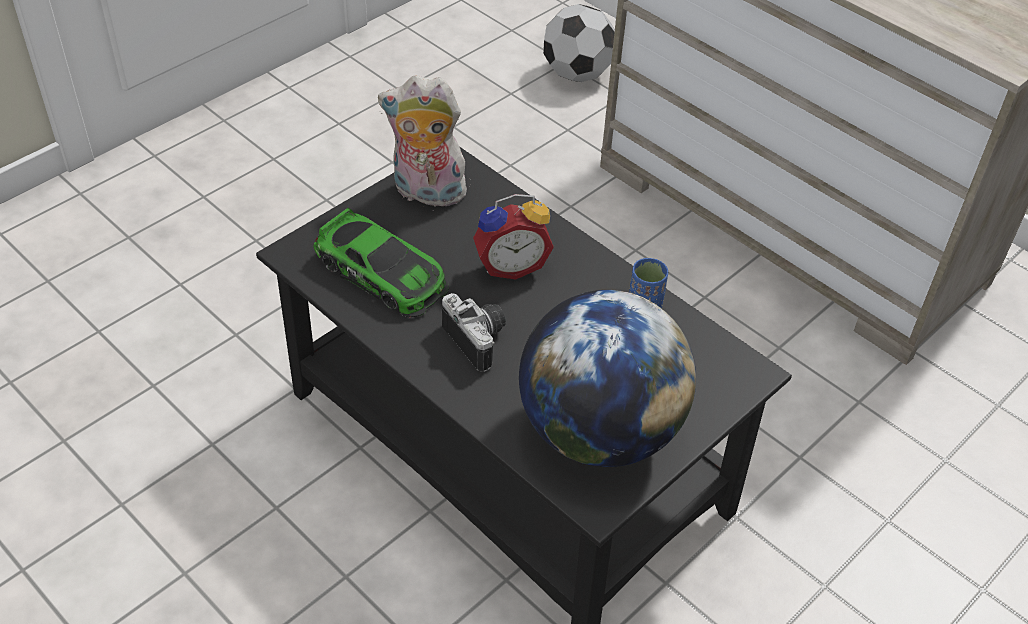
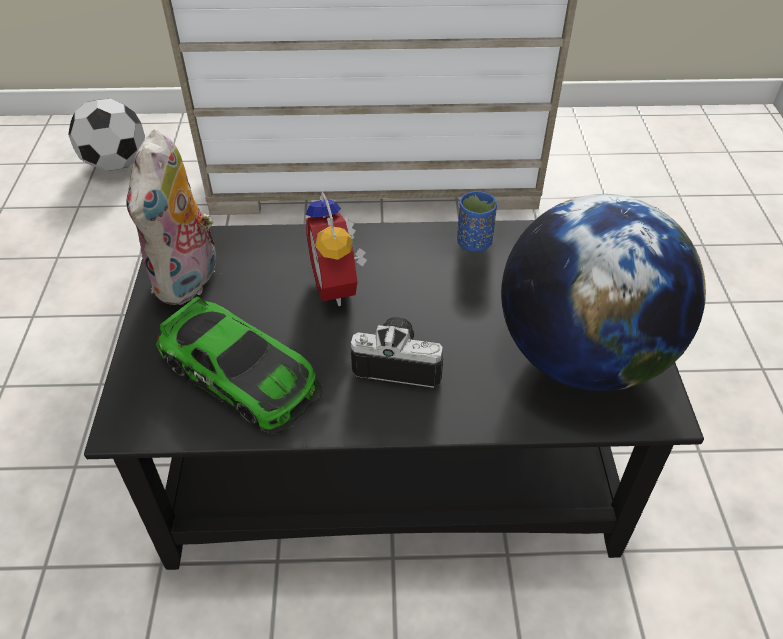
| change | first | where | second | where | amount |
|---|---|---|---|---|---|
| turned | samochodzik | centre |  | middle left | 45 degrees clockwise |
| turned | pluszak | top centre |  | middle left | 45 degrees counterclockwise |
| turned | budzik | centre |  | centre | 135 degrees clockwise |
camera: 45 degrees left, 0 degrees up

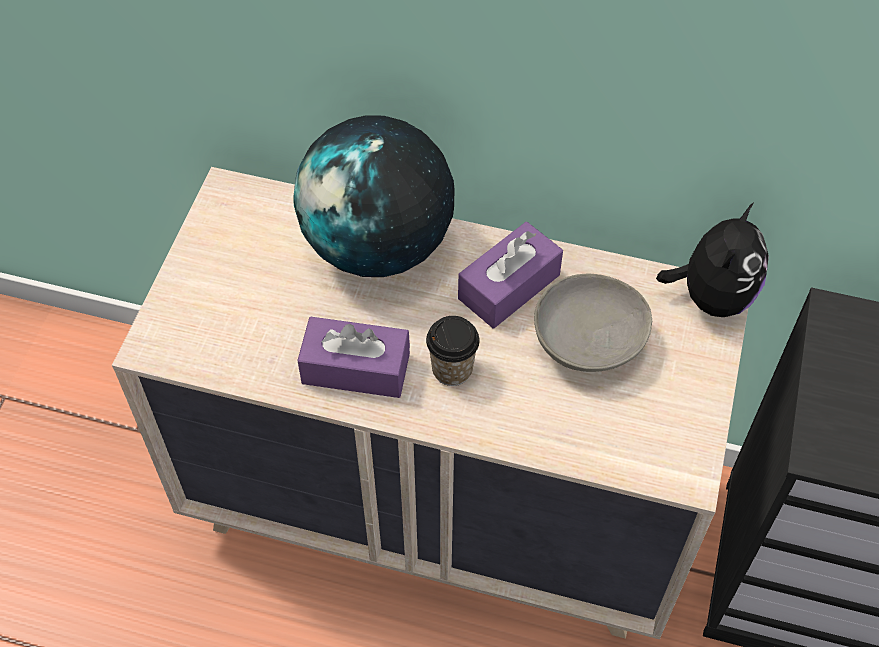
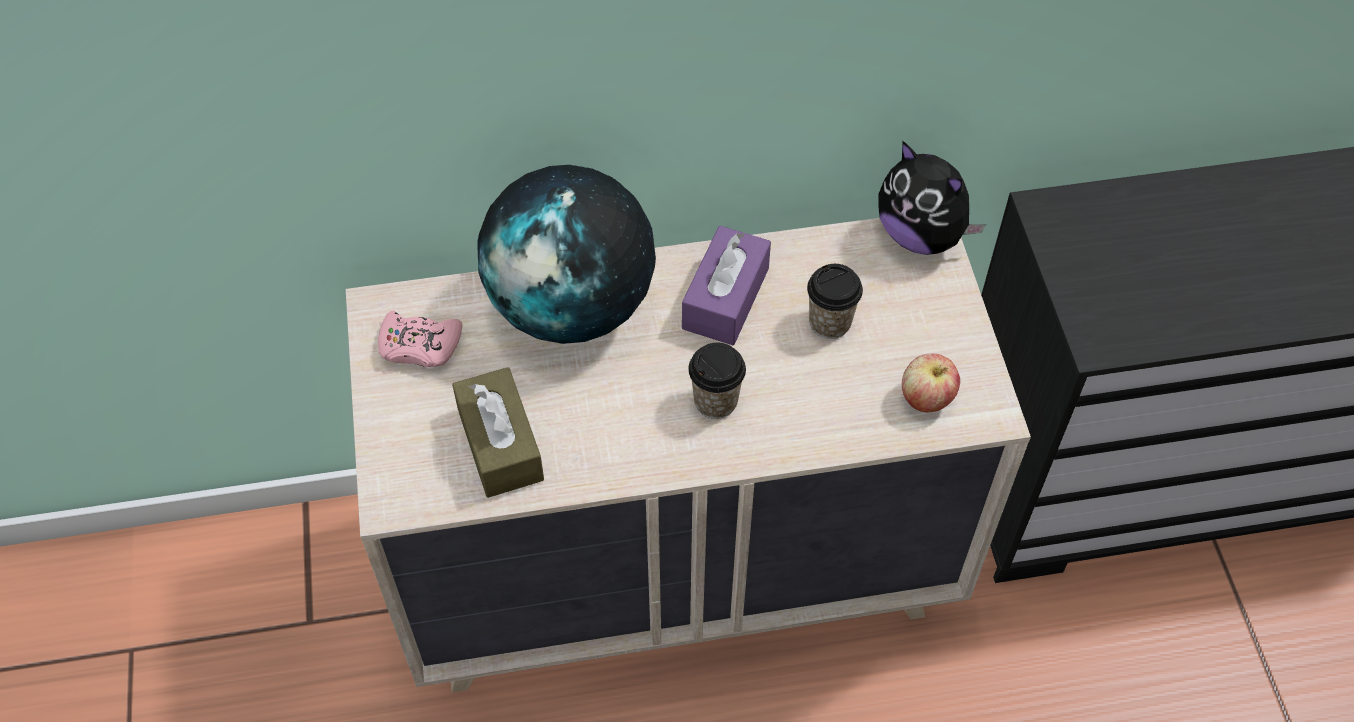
| change | first | where | second | where | amount |
|---|---|---|---|---|---|
| removed | pudełko chusteczek [fioletowy] (1st from left) | centre |  |  |  |
| replaced | miska [szary] | middle right | filiżanka (2nd from left) | centre |  |
| turned | pluszak | middle right |  | top right | 135 degrees clockwise |
| added |  |  | pad do gier [różowy] | middle left |  |
| added |  |  | pudełko chusteczek [brązowy] | centre |  |
| added |  |  | jabłko | middle right |  |
camera: 25 degrees left, 0 degrees up

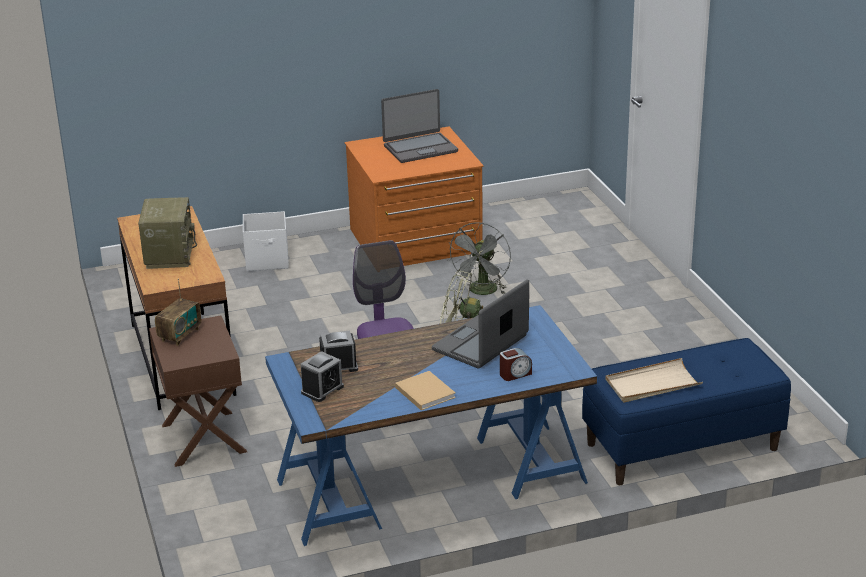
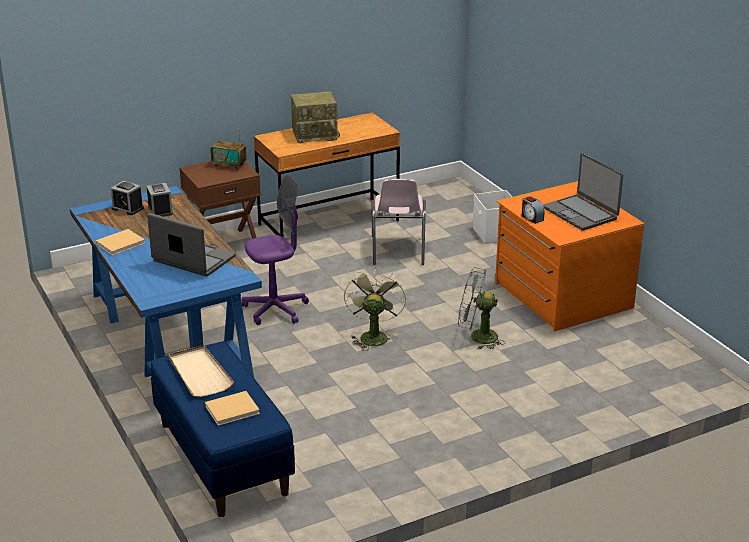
| change | first | where | second | where | amount |
|---|---|---|---|---|---|
| moved | budzik (3rd from left) | centre |  | middle right |  |
| added |  |  | książka [beżowy] (2nd from left) | bottom left |  |
| added |  |  | krzesło [różowy] | centre |  |
camera: 80 degrees right, 0 degrees up

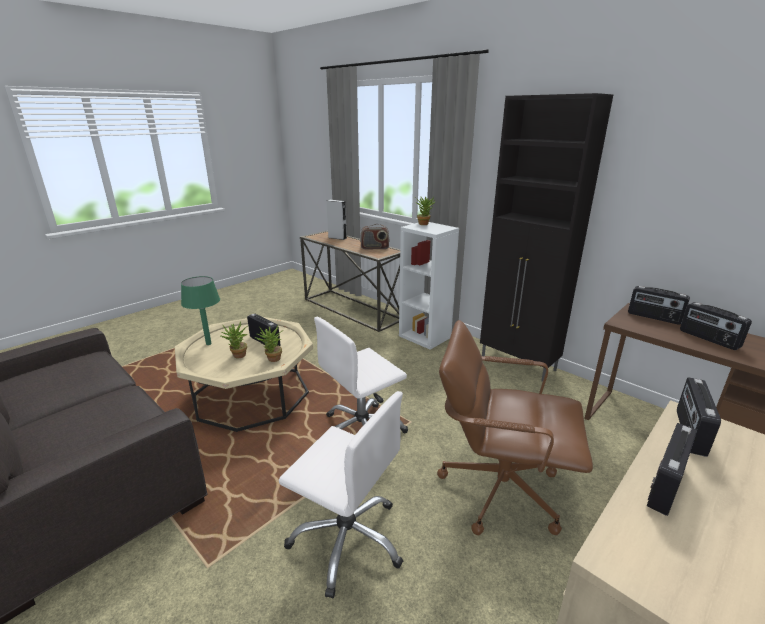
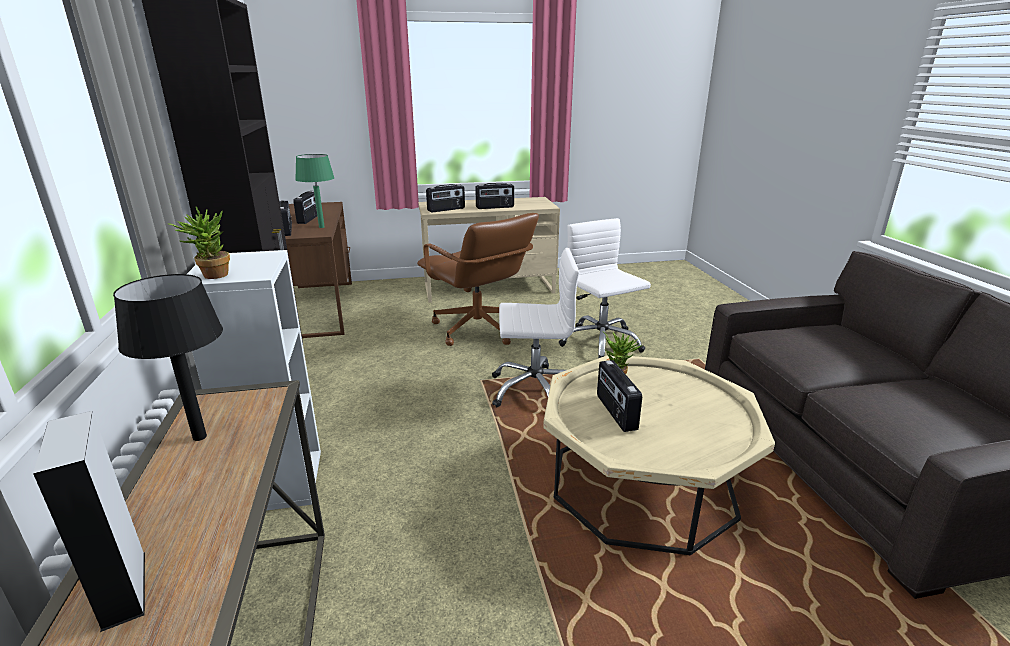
| change | first | where | second | where | amount |
|---|---|---|---|---|---|
| moved | lampa stołowa [zielony] | middle left |  | top left |  |
| removed | roślina doniczkowa (1st from left) | middle left |  |  |  |
| replaced | radio (2nd from left) | centre | lampa stołowa [czarny] | middle left |  |
camera: 145 degrees left, 0 degrees up

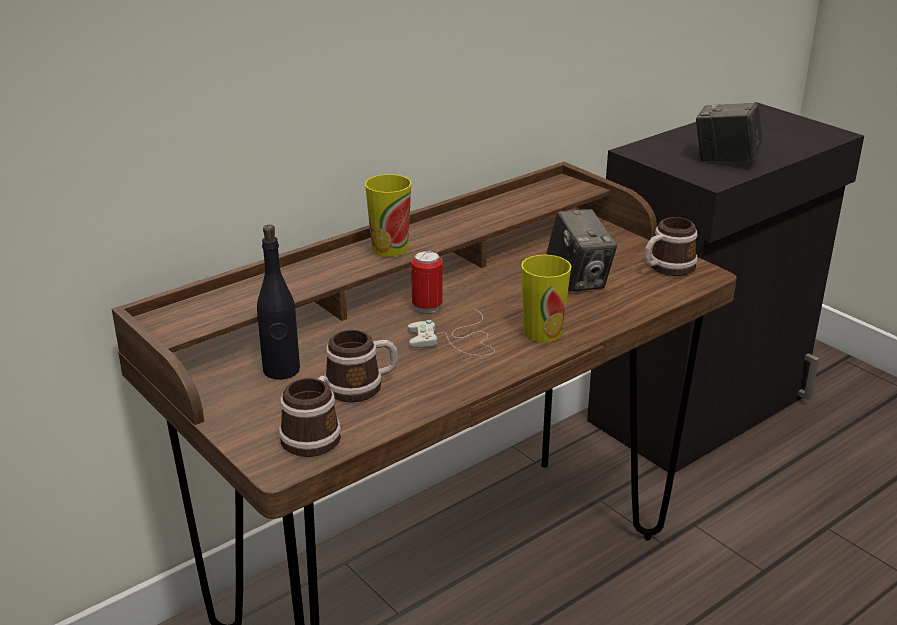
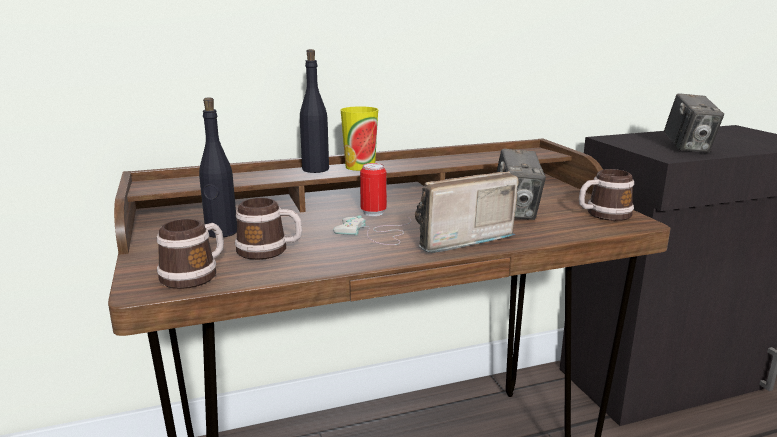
| change | first | where | second | where | amount |
|---|---|---|---|---|---|
| replaced | filiżanka (2nd from left) | centre | radio | centre |  |
| turned | aparat fotograficzny (2nd from left) | top right |  | top right | 135 degrees counterclockwise |
| added |  |  | butelka [czarny] (2nd from left) | top centre |  |
camera: 20 degrees right, 10 degrees down

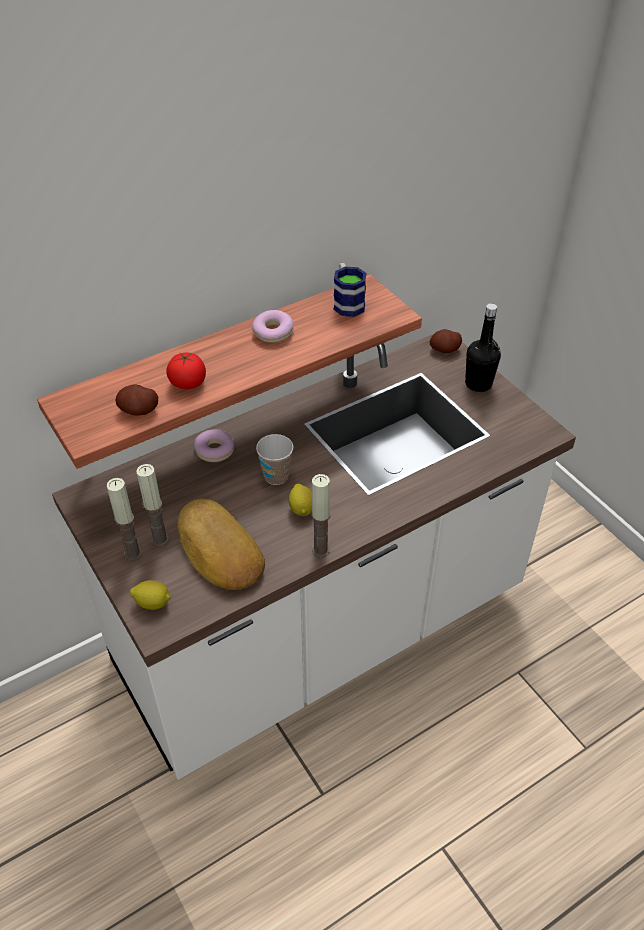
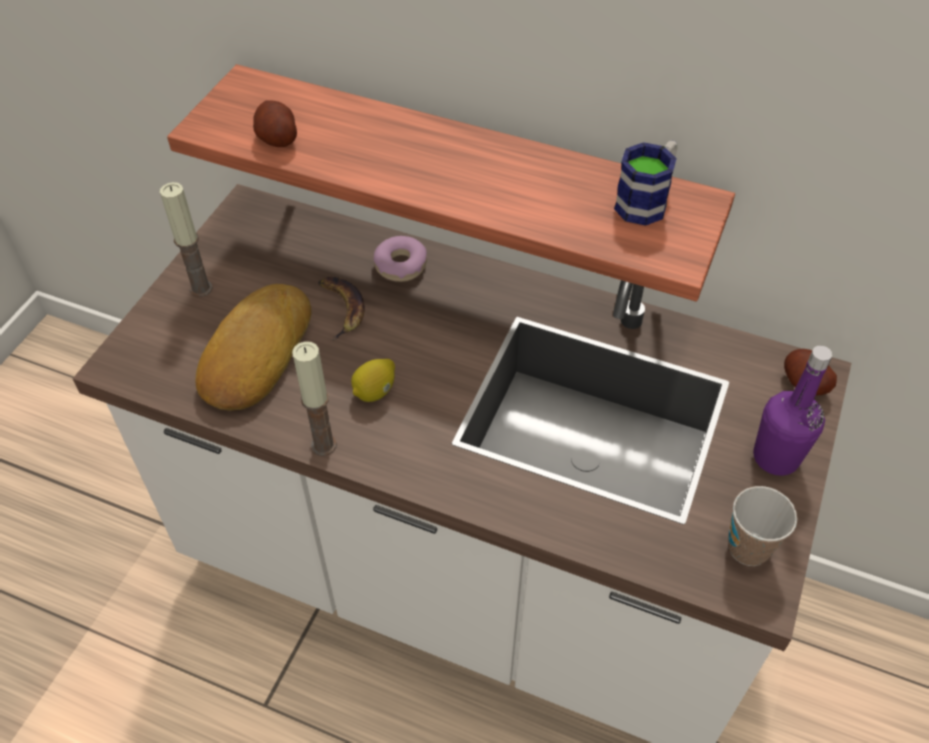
| change | first | where | second | where | amount |
|---|---|---|---|---|---|
| removed | cytryna (1st from left) | middle left |  |  |  |
| removed | świeca (2nd from left) | middle left |  |  |  |
| removed | pomidor | middle left |  |  |  |
| removed | donut (2nd from left) | centre |  |  |  |
| moved | filiżanka | centre |  | bottom right |  |
| recoloured | butelka [czarny] | middle right | butelka [fioletowy] | middle right |  |
| added |  |  | banan | centre |  |
camera: 55 degrees right, 5 degrees up

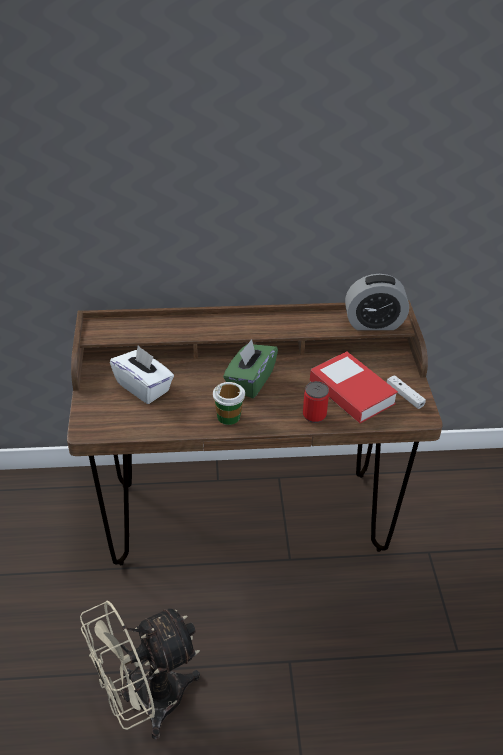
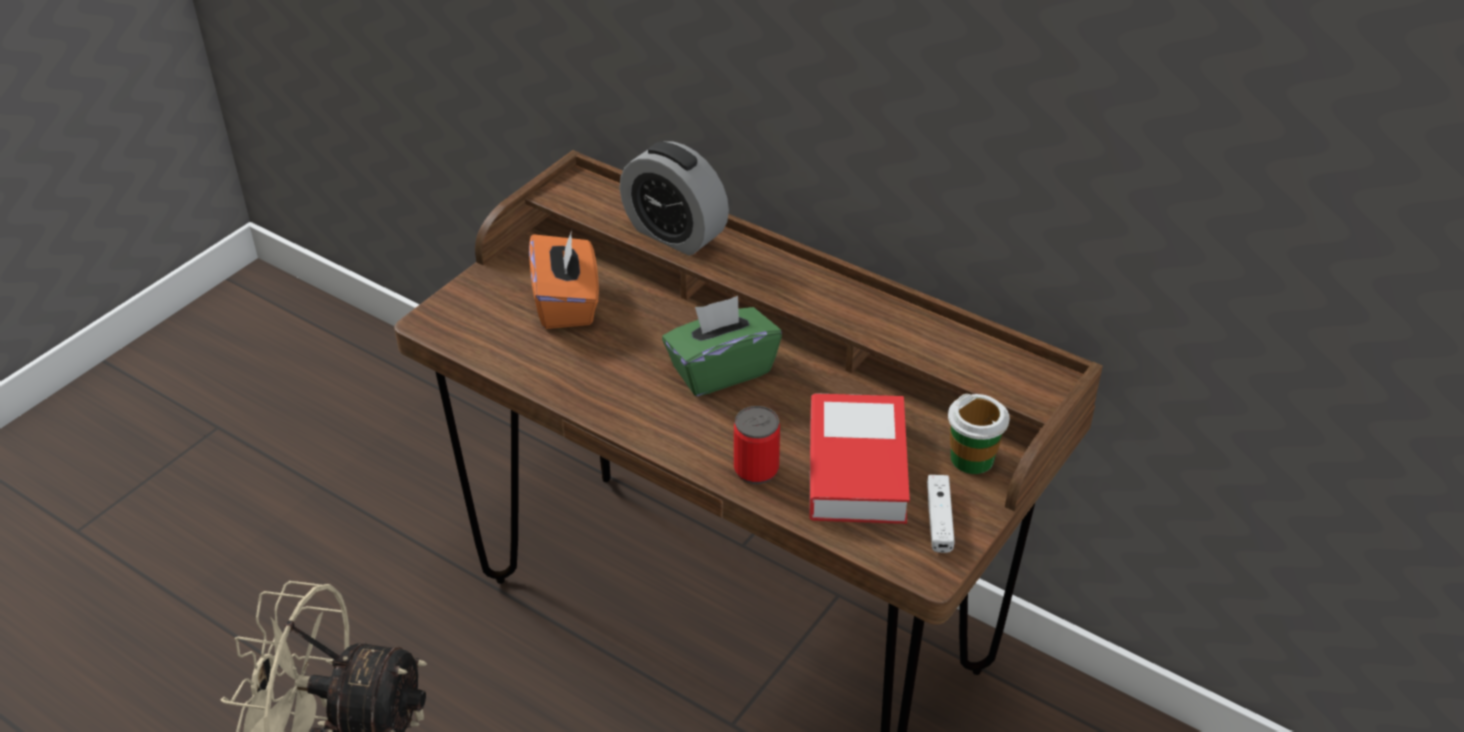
| change | first | where | second | where | amount |
|---|---|---|---|---|---|
| recoloured | pudełko chusteczek [biały] | middle left | pudełko chusteczek [pomarańczowy] | centre |  |
| moved | filiżanka | centre |  | middle right |  |
| moved | budzik | middle right |  | top centre |  |
camera: 40 degrees right, 0 degrees up

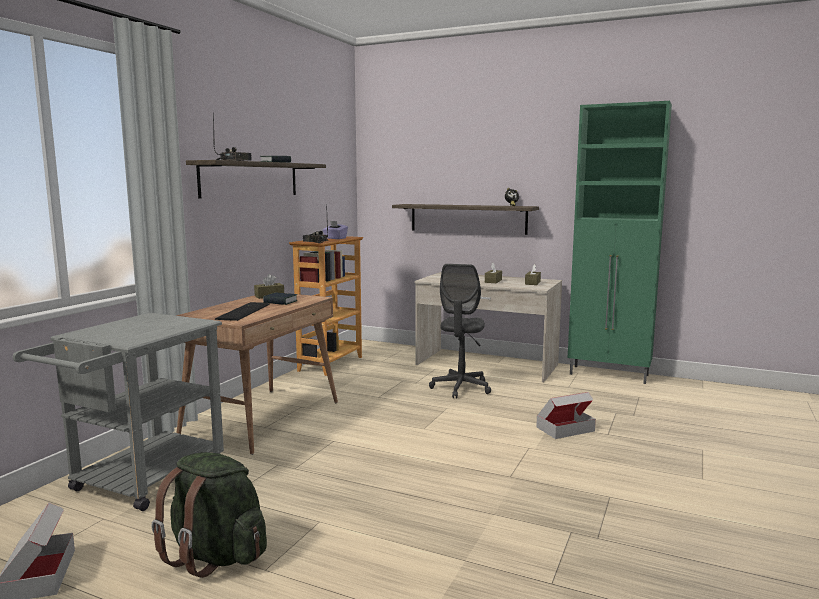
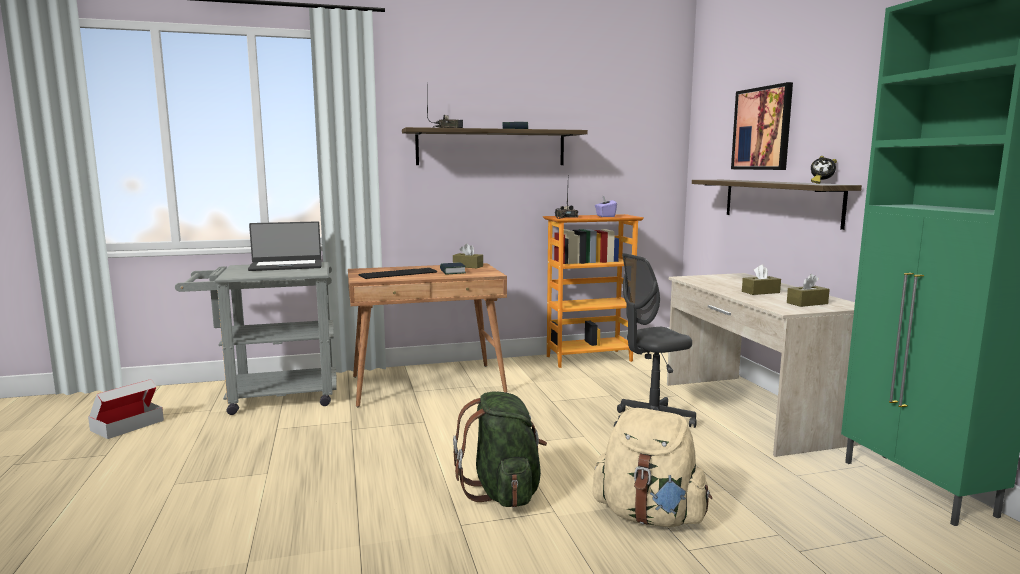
| change | first | where | second | where | amount |
|---|---|---|---|---|---|
| moved | plecak [zielony] | bottom left |  | bottom centre |  |
| replaced | karton (2nd from left) | bottom right | plecak [beżowy] | bottom centre |  |
| added |  |  | laptop | middle left |  |
| added |  |  | obraz | top right |  |
camera: 50 degrees right, 0 degrees up

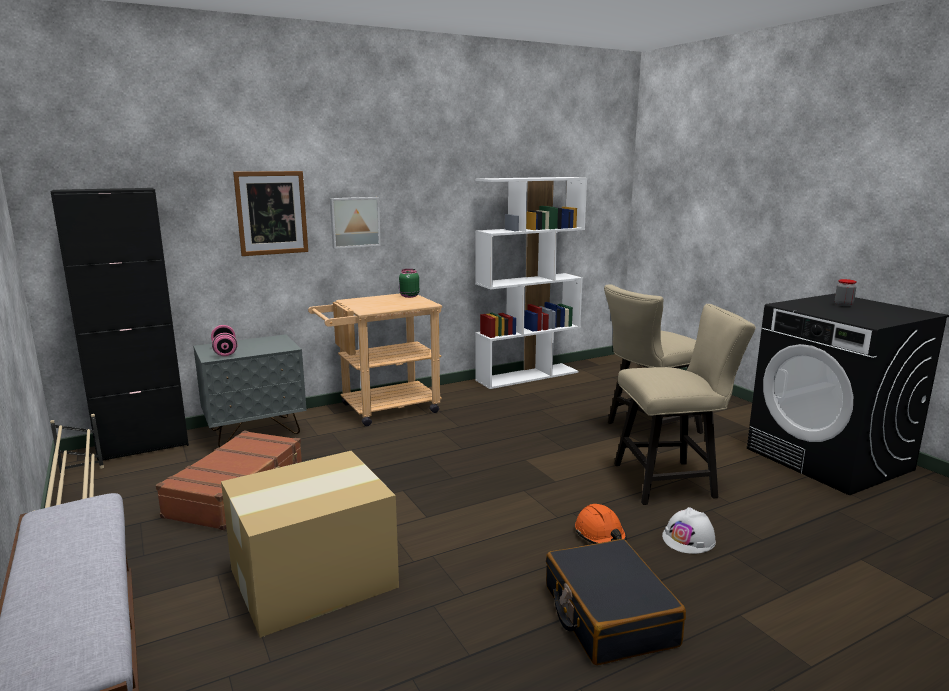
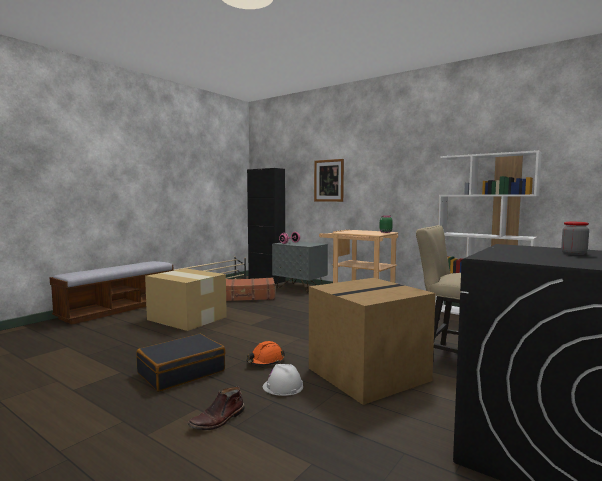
| change | first | where | second | where | amount |
|---|---|---|---|---|---|
| removed | obraz (2nd from left) | top centre |  |  |  |
| replaced | krzesło [beżowy] (2nd from left) | middle right | karton (2nd from left) | bottom centre |  |
| added |  |  | but z cholewką [brązowy] | bottom centre |  |
camera: 65 degrees right, 10 degrees down

